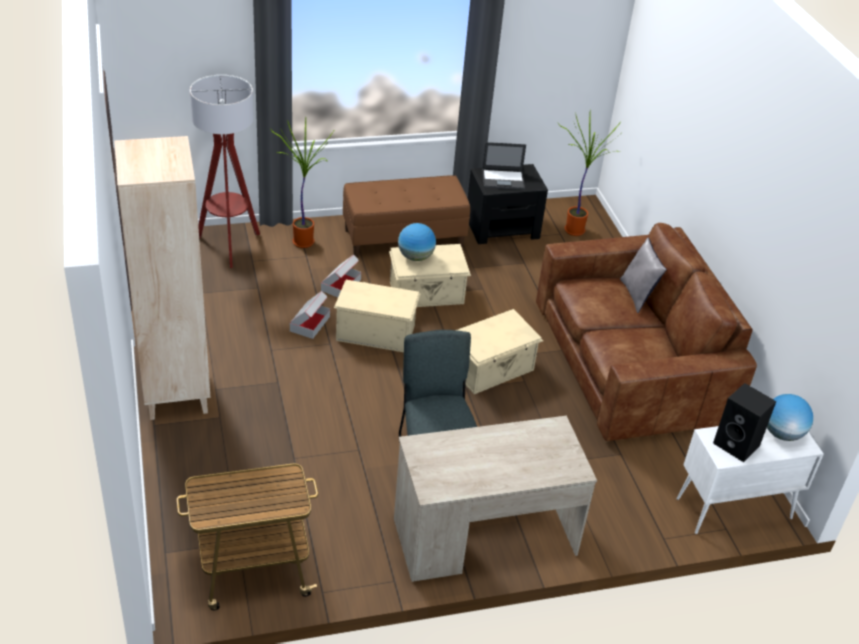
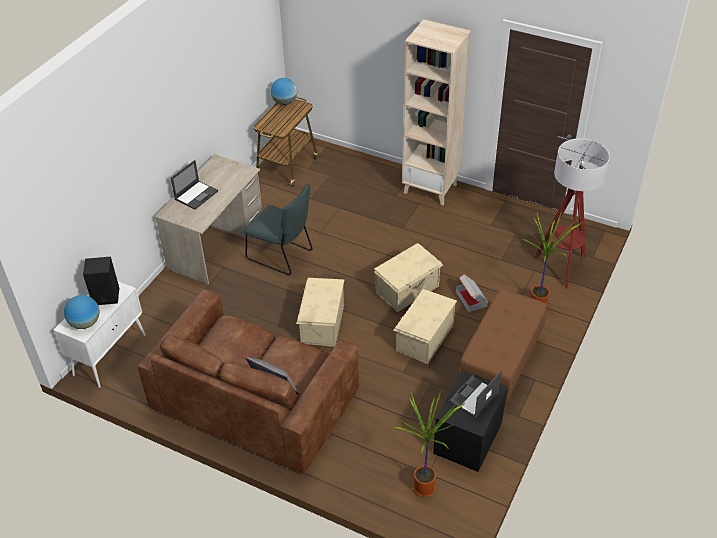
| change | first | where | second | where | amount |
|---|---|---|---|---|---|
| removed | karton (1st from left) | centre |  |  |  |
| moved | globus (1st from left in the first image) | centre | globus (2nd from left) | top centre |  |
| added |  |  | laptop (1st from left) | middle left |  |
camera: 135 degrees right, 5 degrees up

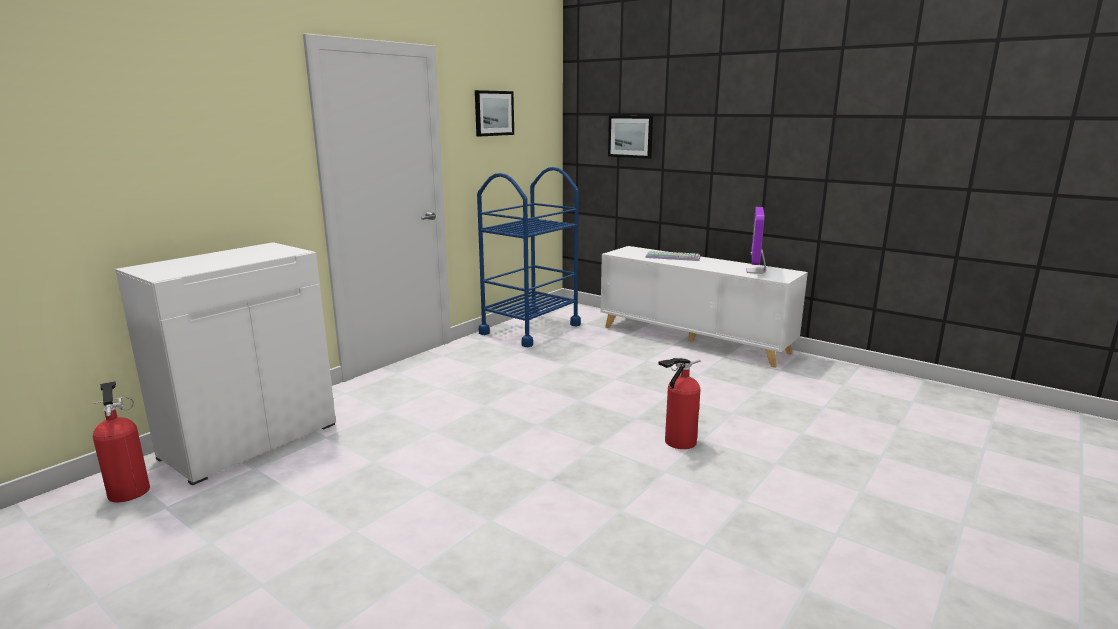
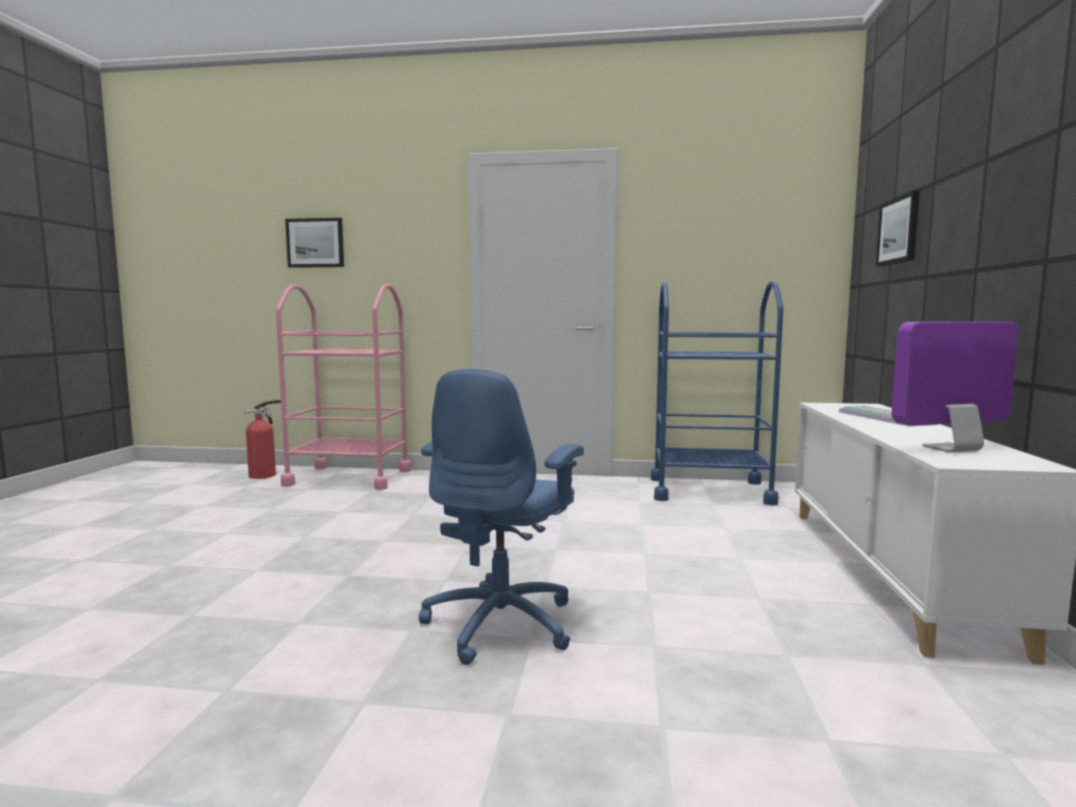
| change | first | where | second | where | amount |
|---|---|---|---|---|---|
| replaced | szafka [biały] (1st from left) | middle left | wózek [różowy] | middle left |  |
| moved | obraz (1st from left) | top centre |  | top left |  |
| replaced | gaśnica (2nd from left) | centre | krzesło biurowe [niebieski] | centre |  |
camera: 60 degrees right, 10 degrees down

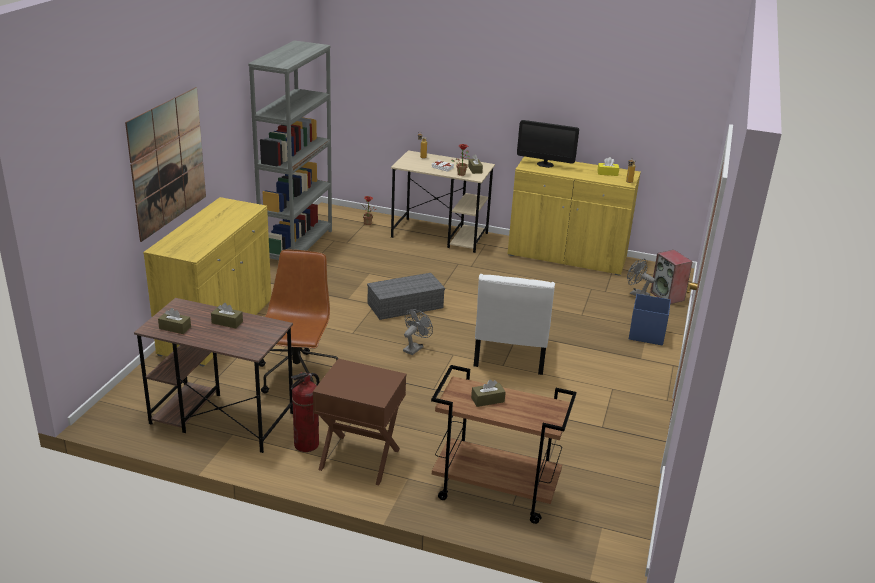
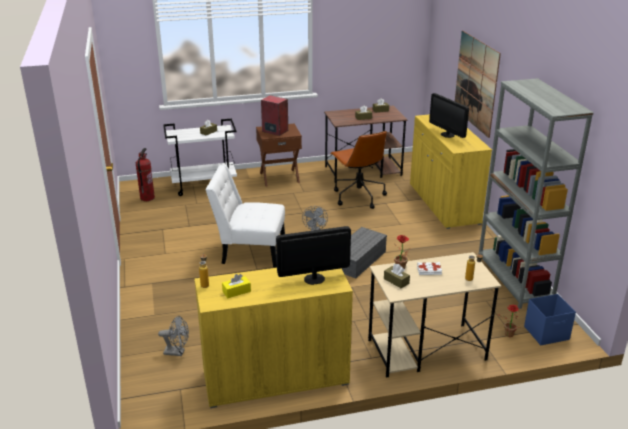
| change | first | where | second | where | amount |
|---|---|---|---|---|---|
| moved | gaśnica | bottom centre |  | middle left |  |
| recoloured | wózek [brązowy] | bottom centre | wózek [biały] | middle left |  |
| turned | krzesło [biały] | centre |  | centre | 60 degrees counterclockwise |
| moved | pojemnik do przechowywania [niebieski] | middle right |  | bottom right |  |
| moved | głośnik | middle right |  | top centre |  |
| added |  |  | monitor (2nd from left) | top right |  |
camera: 150 degrees right, 0 degrees up

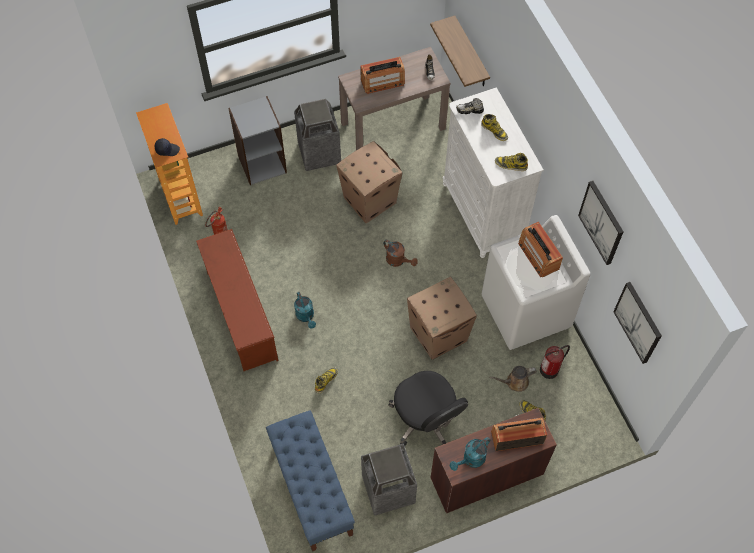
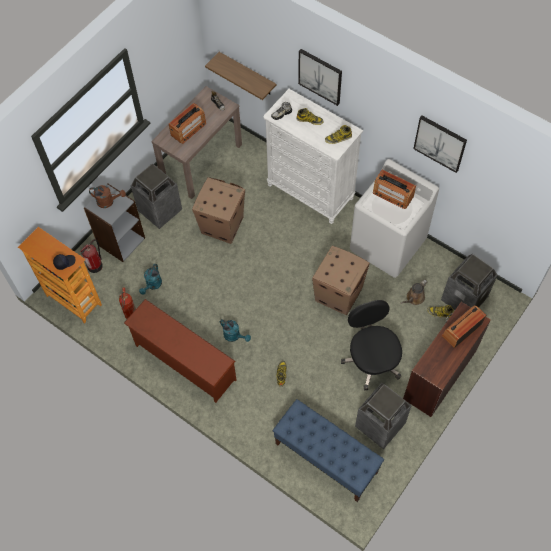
| change | first | where | second | where | amount |
|---|---|---|---|---|---|
| moved | konewka [brązowy] (1st from left) | centre |  | middle left |  |
| turned | krzesło biurowe [czarny] | bottom centre |  | middle right | 135 degrees counterclockwise |
| moved | konewka [turkusowy] (2nd from left in the first image) | bottom centre | konewka [turkusowy] (1st from left) | middle left |  |
| moved | gaśnica (2nd from left in the first image) | middle right | gaśnica (1st from left) | middle left |  |
| moved | obraz (2nd from left in the first image) | middle right | obraz (1st from left) | top centre |  |
| added |  |  | kosz na śmieci (3rd from left) | middle right |  |
camera: 30 degrees left, 0 degrees up

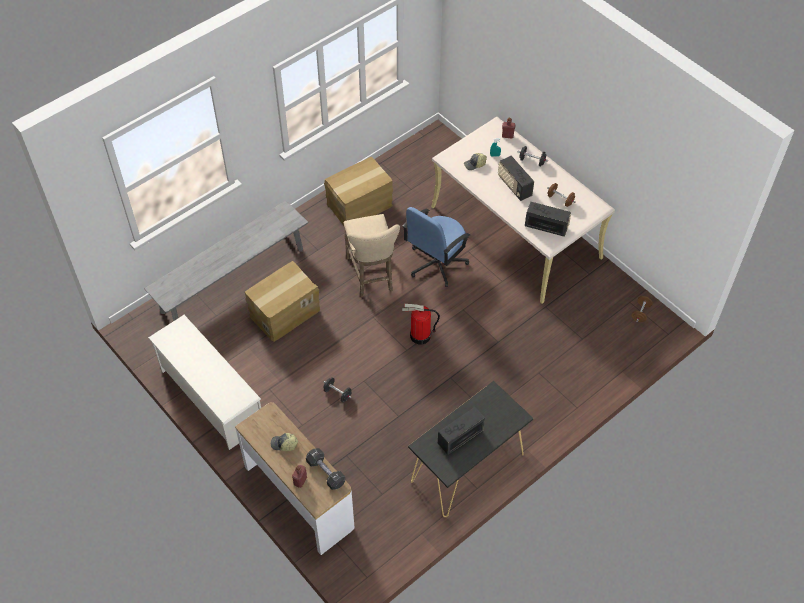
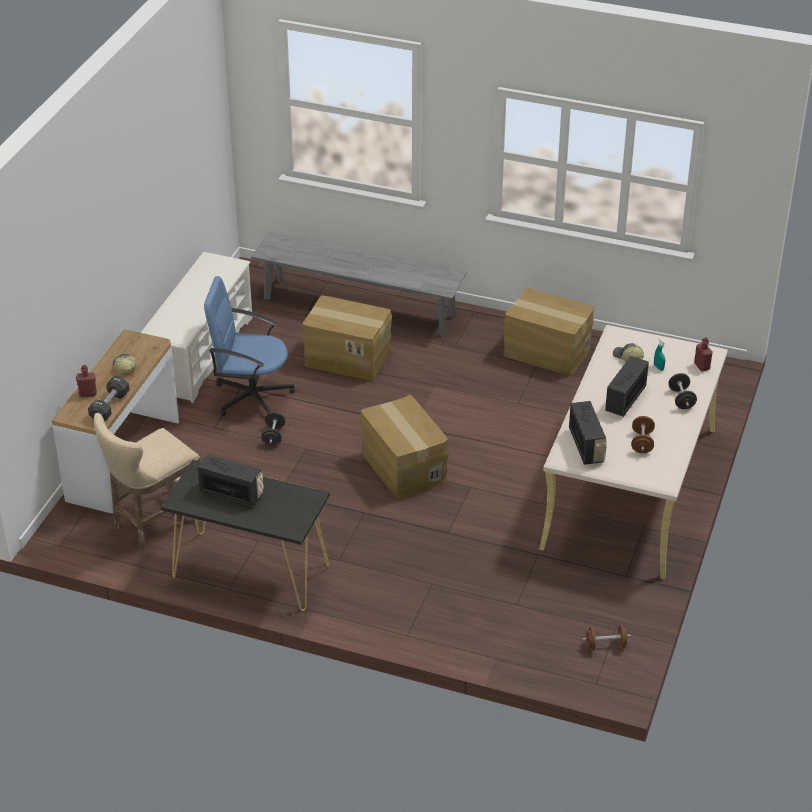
| change | first | where | second | where | amount |
|---|---|---|---|---|---|
| moved | stołek [beżowy] | centre |  | middle left |  |
| replaced | gaśnica | centre | karton (2nd from left) | centre |  |
| moved | krzesło biurowe [niebieski] | centre |  | middle left |  |
camera: 60 degrees right, 15 degrees down

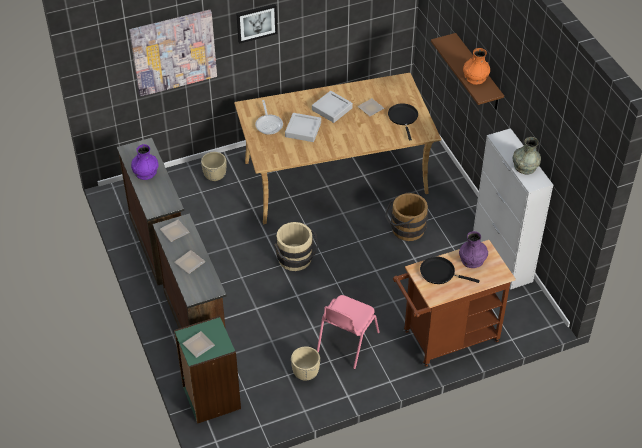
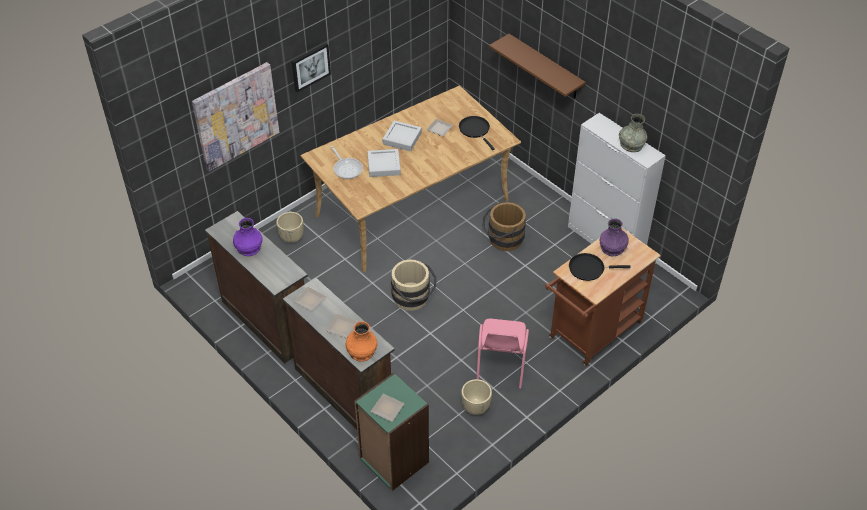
| change | first | where | second | where | amount |
|---|---|---|---|---|---|
| moved | wazon [pomarańczowy] | top right |  | bottom centre |  |
camera: 20 degrees left, 0 degrees up

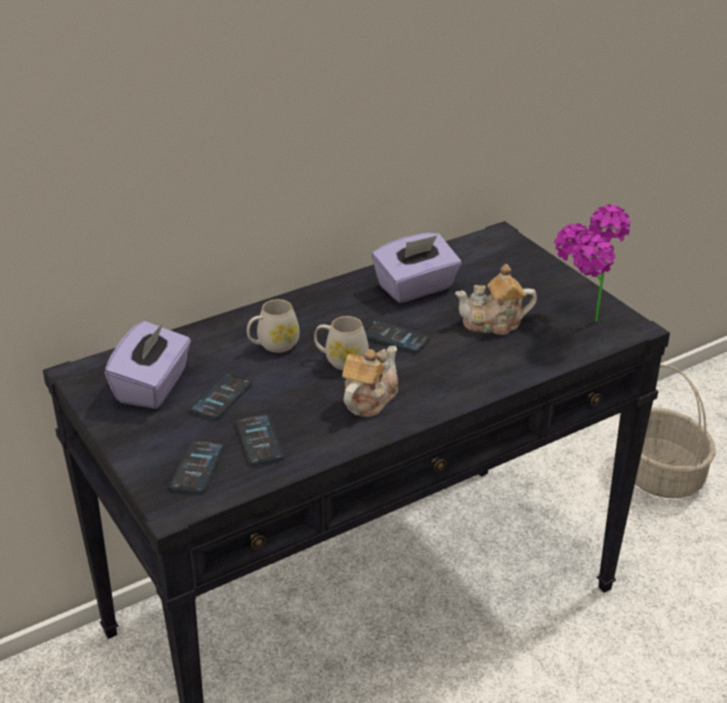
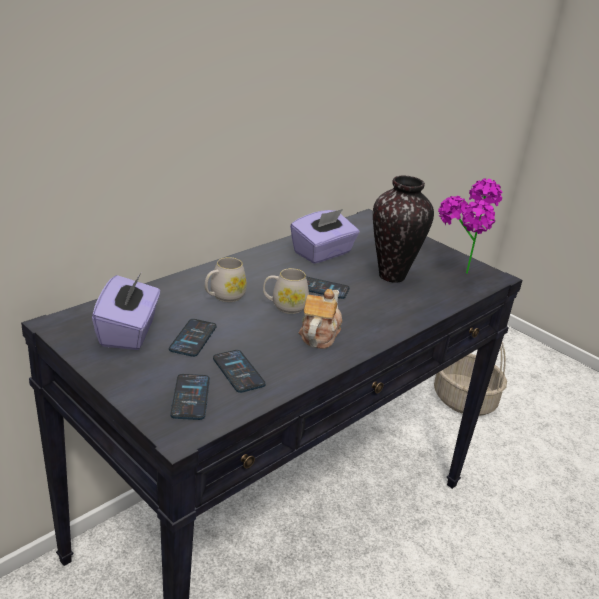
| change | first | where | second | where | amount |
|---|---|---|---|---|---|
| replaced | imbryk (2nd from left) | middle right | wazon | middle right |  |
camera: 15 degrees left, 5 degrees down

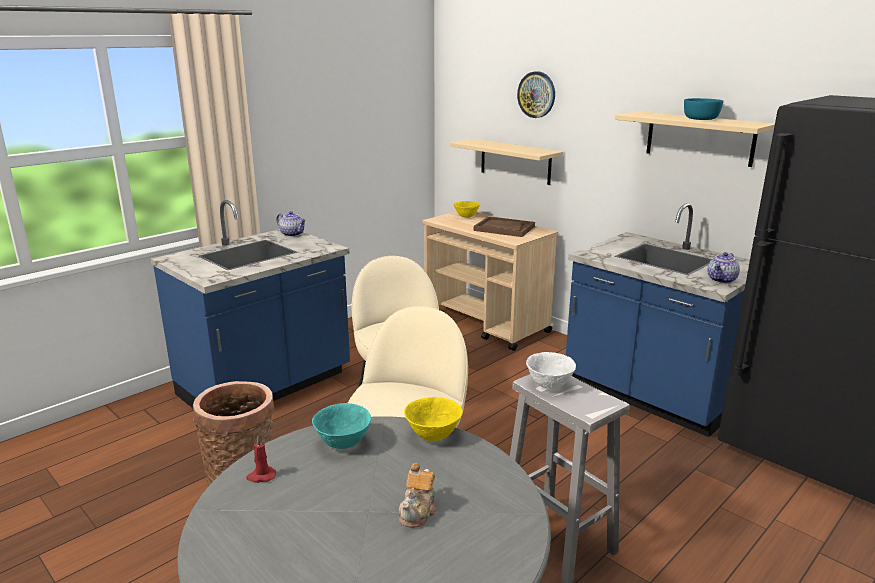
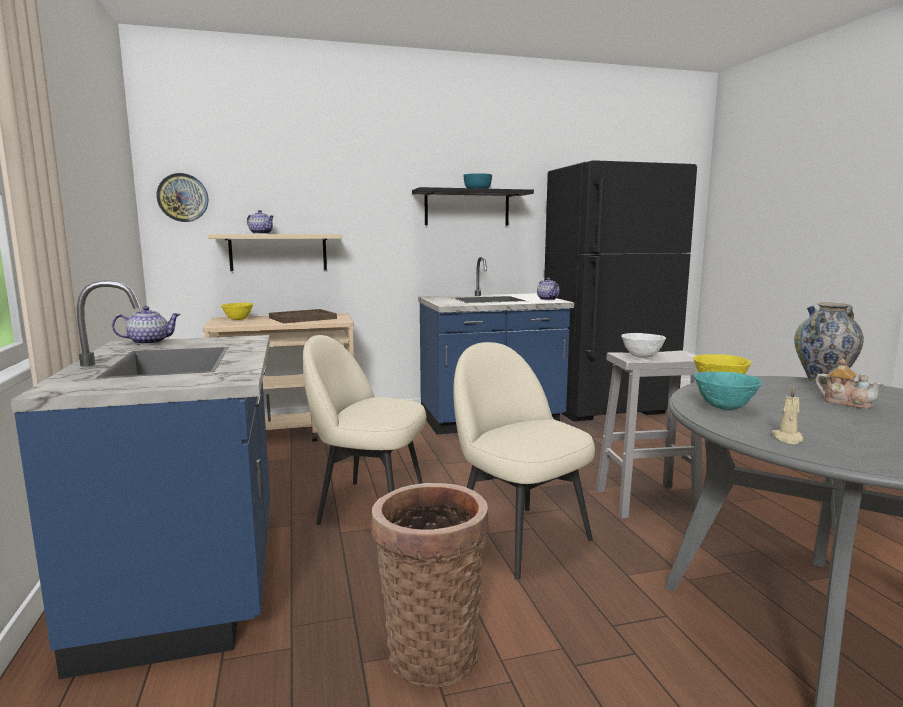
| change | first | where | second | where | amount |
|---|---|---|---|---|---|
| recoloured | świeca [czerwony] | bottom left | świeca [beżowy] | middle right |  |
| moved | zegar ścienny | top centre |  | top left |  |
| recoloured | półka [beżowy] (2nd from left) | top right | półka [czarny] | top centre |  |
| added |  |  | imbryk (2nd from left) | top left |  |
| added |  |  | wazon | middle right |  |
camera: 60 degrees left, 10 degrees down

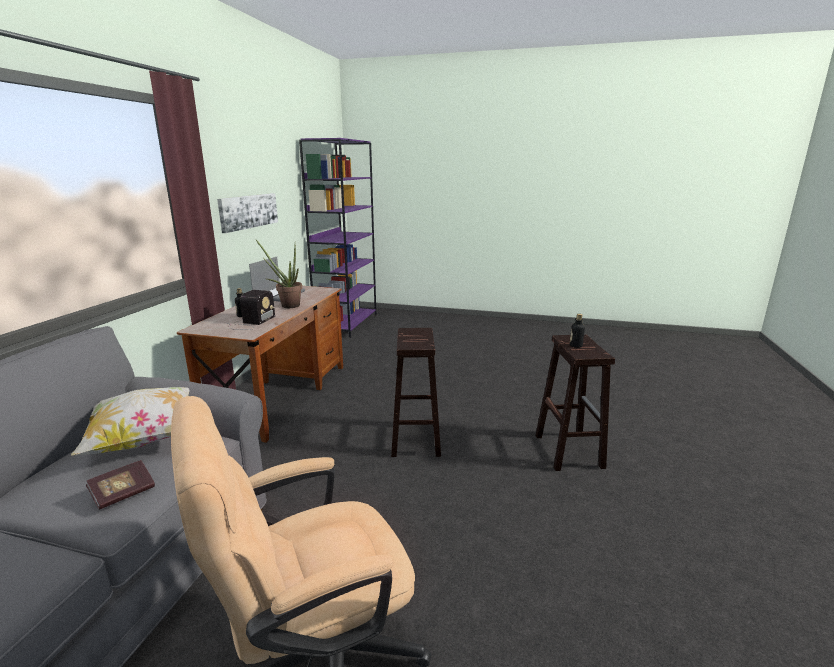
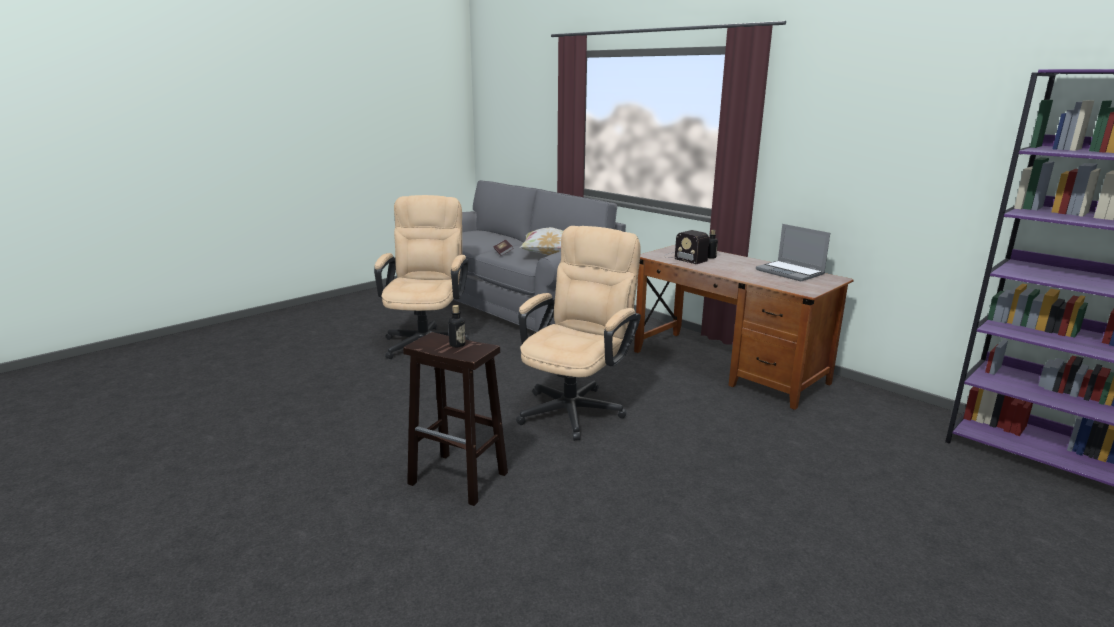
| change | first | where | second | where | amount |
|---|---|---|---|---|---|
| removed | obraz | top left |  |  |  |
| removed | roślina doniczkowa | centre |  |  |  |
| replaced | stołek [brązowy] (1st from left) | centre | krzesło biurowe [beżowy] (2nd from left) | centre |  |
camera: 120 degrees right, 0 degrees up

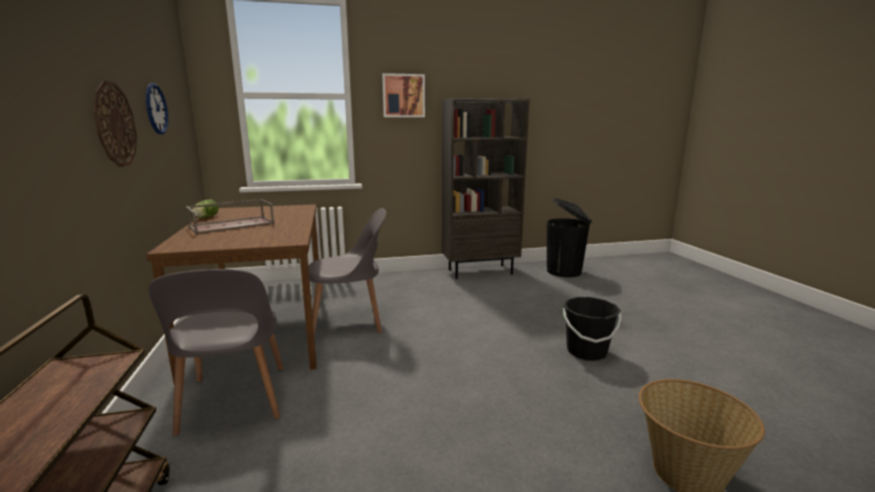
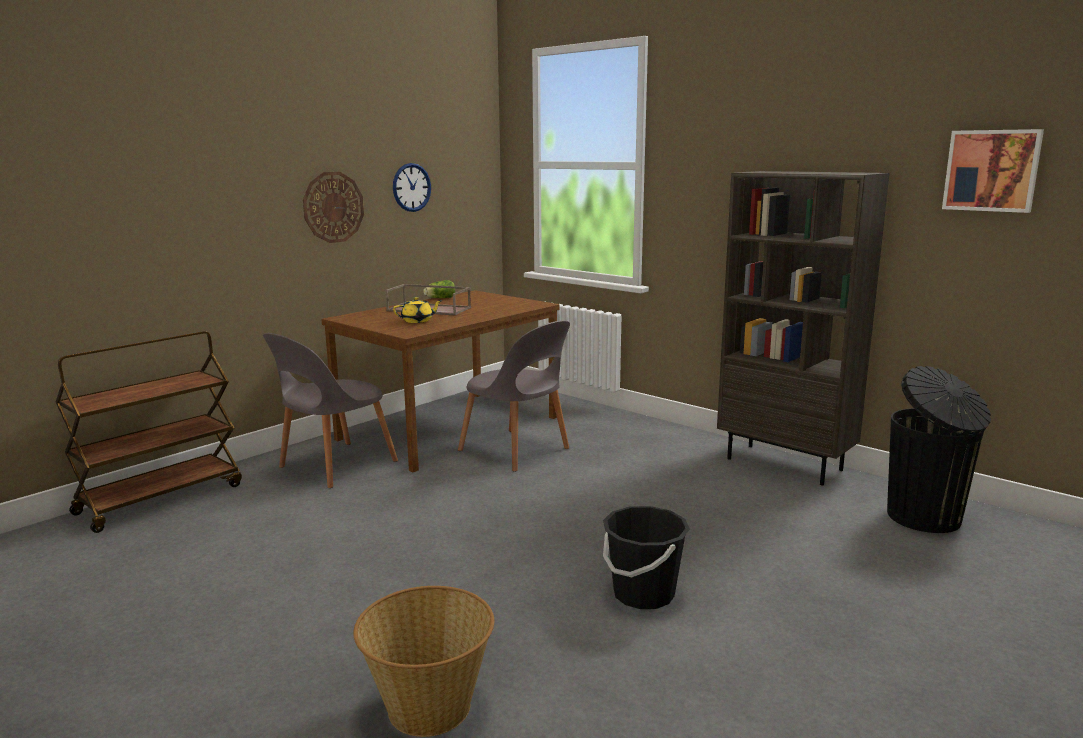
| change | first | where | second | where | amount |
|---|---|---|---|---|---|
| moved | obraz | top centre |  | top right |  |
| added |  |  | imbryk [żółty] | centre |  |
camera: 55 degrees right, 0 degrees up

